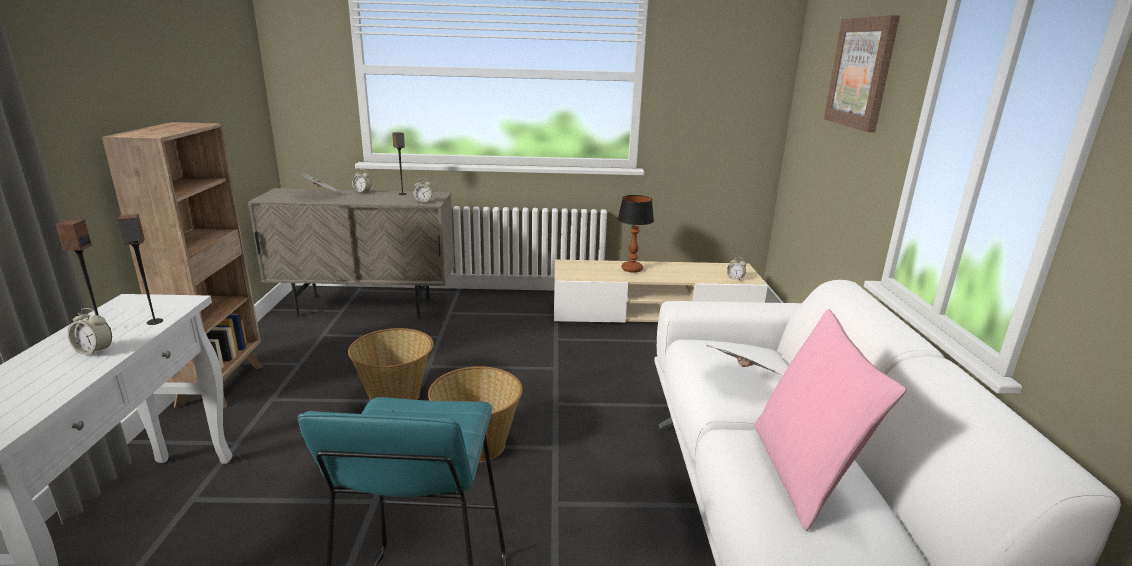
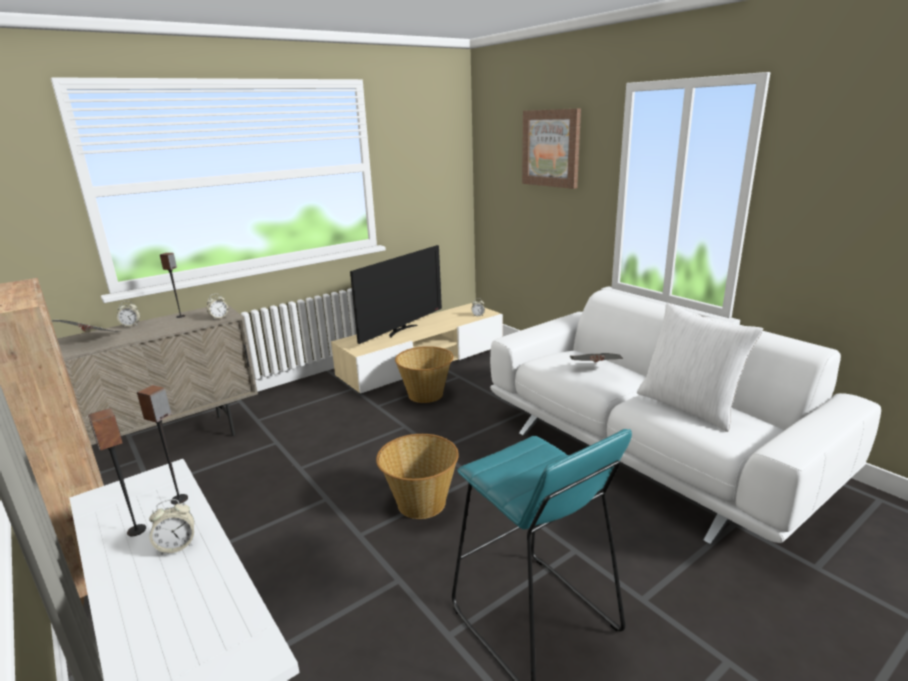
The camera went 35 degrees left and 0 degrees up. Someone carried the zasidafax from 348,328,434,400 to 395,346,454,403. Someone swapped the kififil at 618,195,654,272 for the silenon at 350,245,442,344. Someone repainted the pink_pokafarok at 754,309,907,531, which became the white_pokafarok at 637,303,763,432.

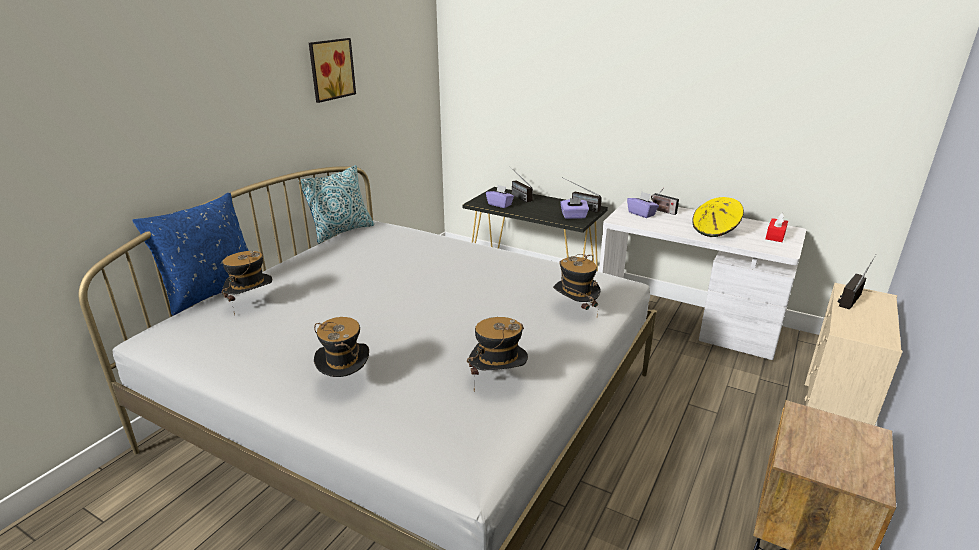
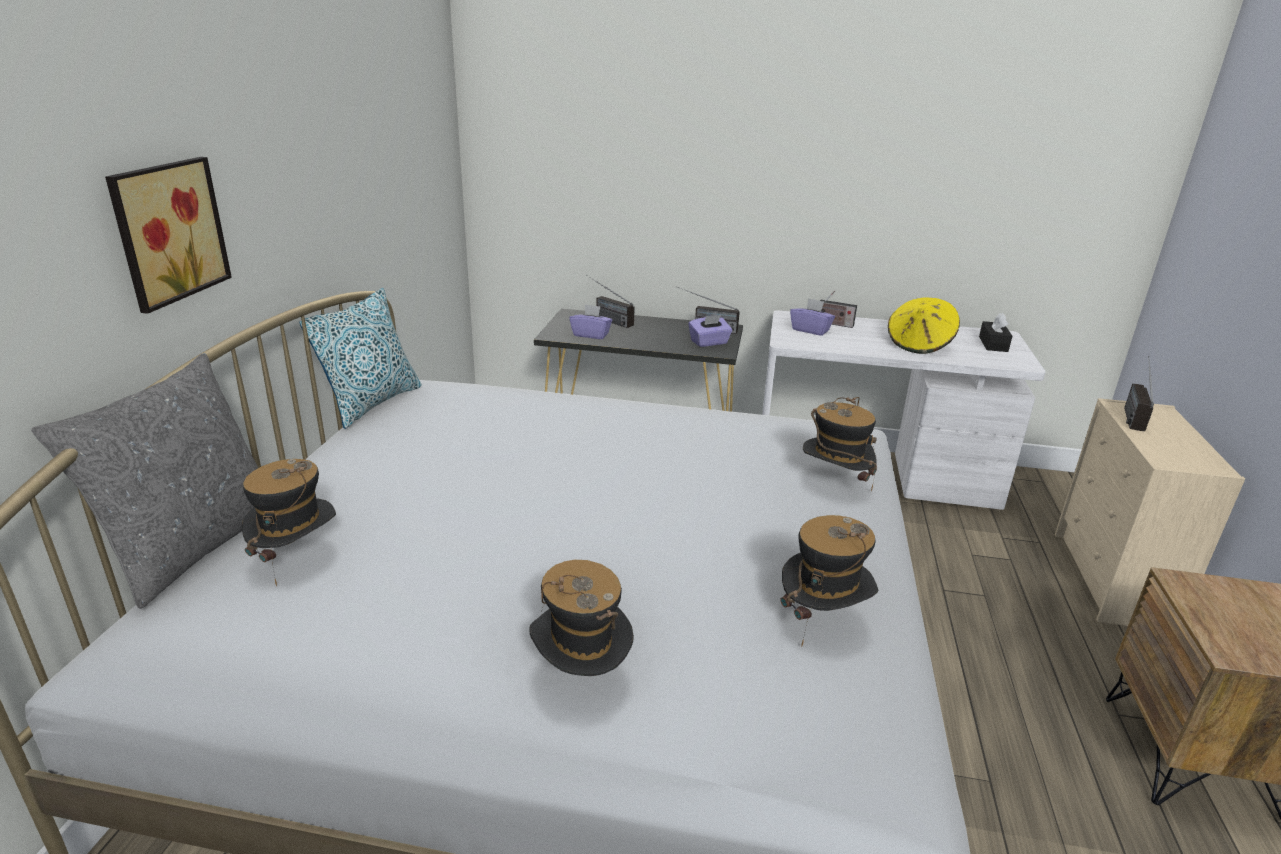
The camera went 20 degrees left and 0 degrees up. Someone carried the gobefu from 309,38,356,103 to 105,157,232,314. Someone repainted the blue_pokafarok at 132,192,249,316, which became the grey_pokafarok at 31,353,258,609. Someone repainted the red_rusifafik at 766,213,788,242, which became the black_rusifafik at 979,313,1012,352.

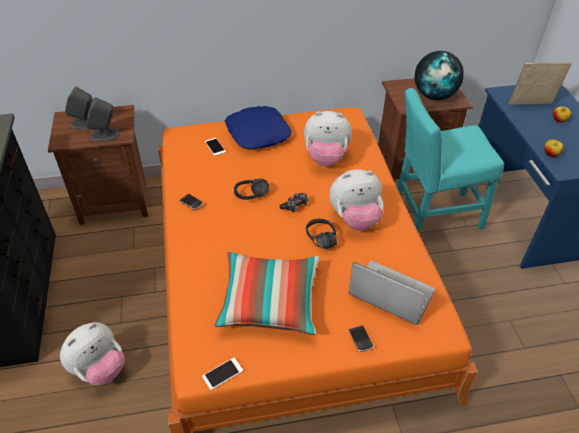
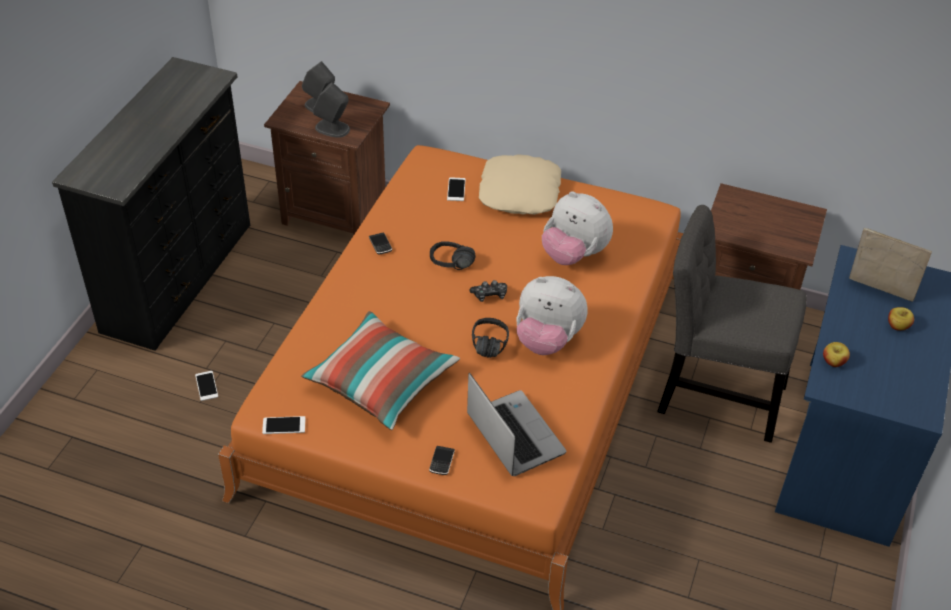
The camera went 30 degrees right and 0 degrees up. Someone took away the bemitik at 414,51,464,100. Someone swapped the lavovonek at 60,322,125,386 for the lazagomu at 195,371,218,401. Someone repainted the blue_pokafarok at 225,106,292,149, which became the beige_pokafarok at 479,154,561,215. Someone repainted the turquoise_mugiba at 397,88,504,233, which became the grey_mugiba at 657,205,807,443.

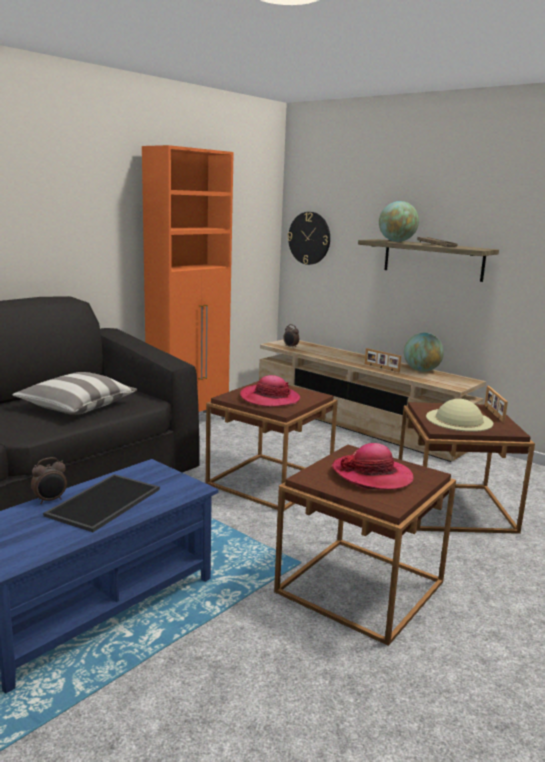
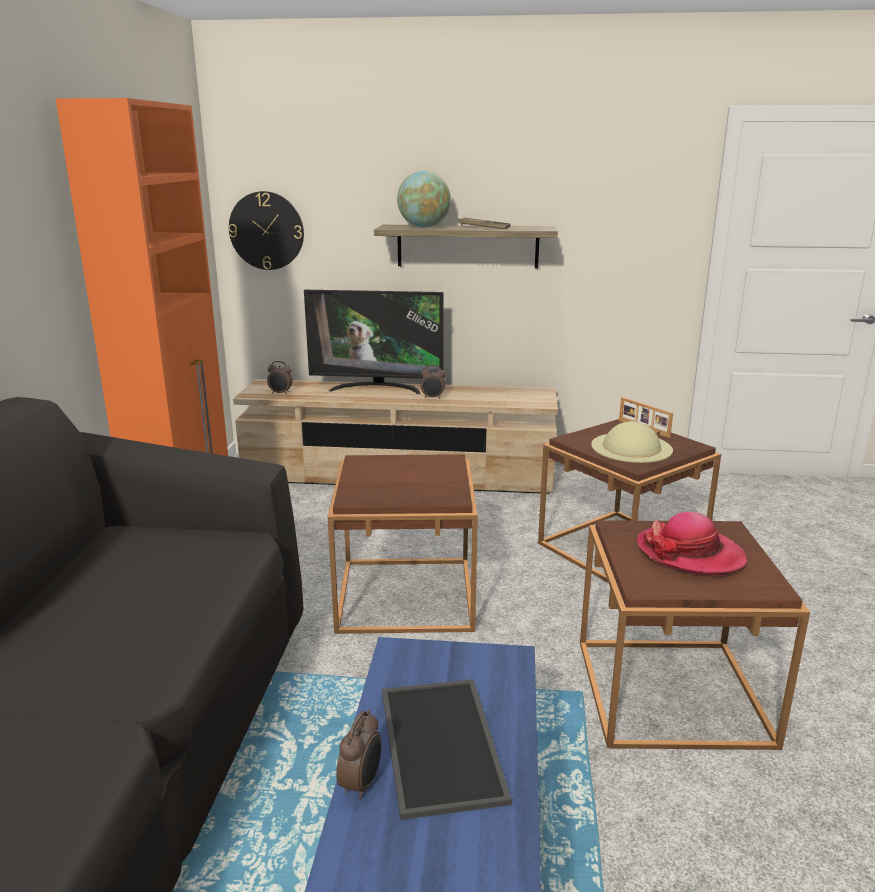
The camera went 35 degrees left and 5 degrees up. Someone took away the pokafarok at 13,372,137,415. Someone took away the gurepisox at 240,375,300,407. Someone took away the bemitik at 404,333,444,372. Someone put down the silenon at 304,290,443,394. Someone swapped the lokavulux at 365,348,401,372 for the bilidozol at 421,365,445,399.

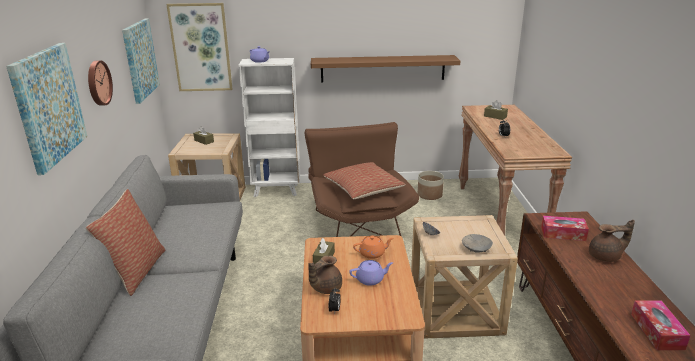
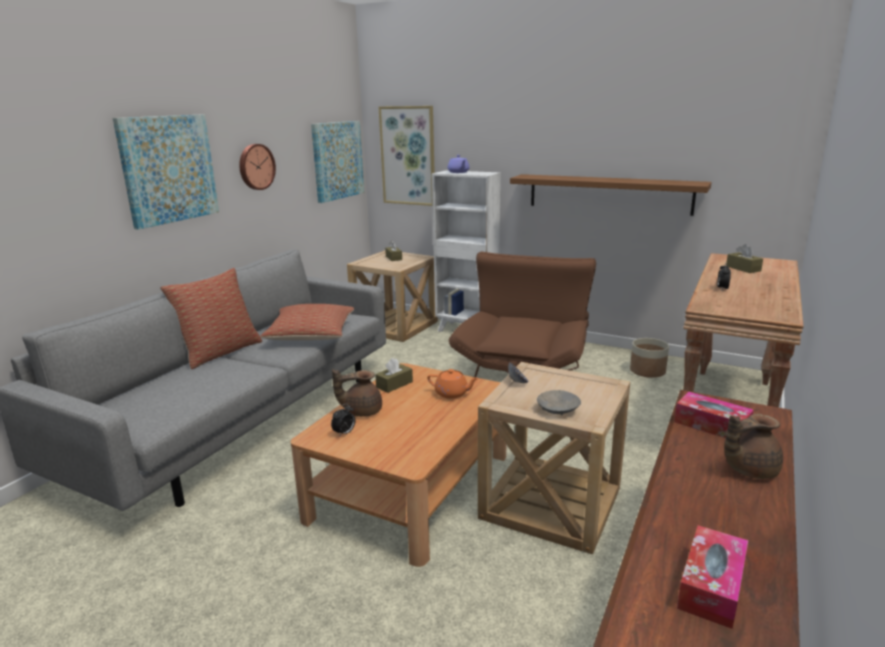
The camera went 30 degrees right and 5 degrees down. Someone took away the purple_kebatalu at 349,260,393,286. Someone carried the pokafarok from 323,162,405,199 to 260,304,354,340. Someone rotated the brown_kebatalu at 589,220,635,262 by 135 degrees clockwise.

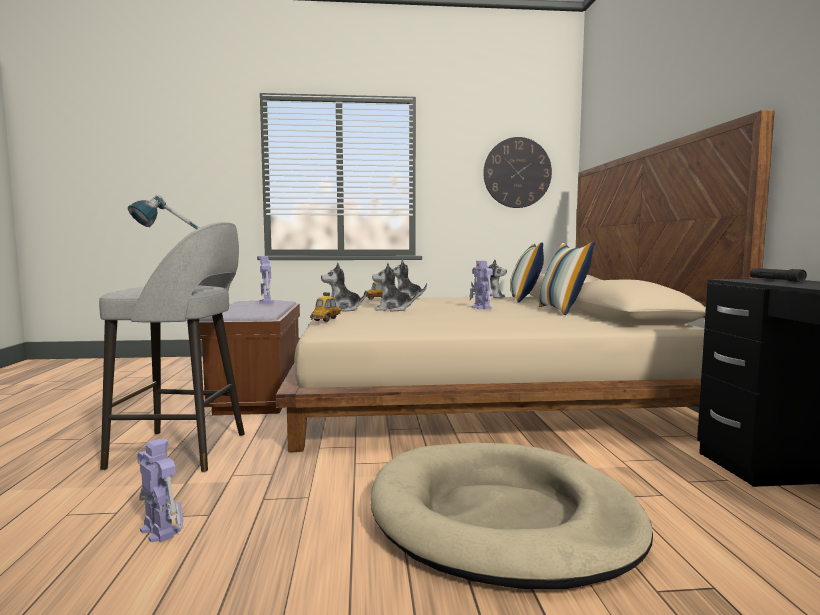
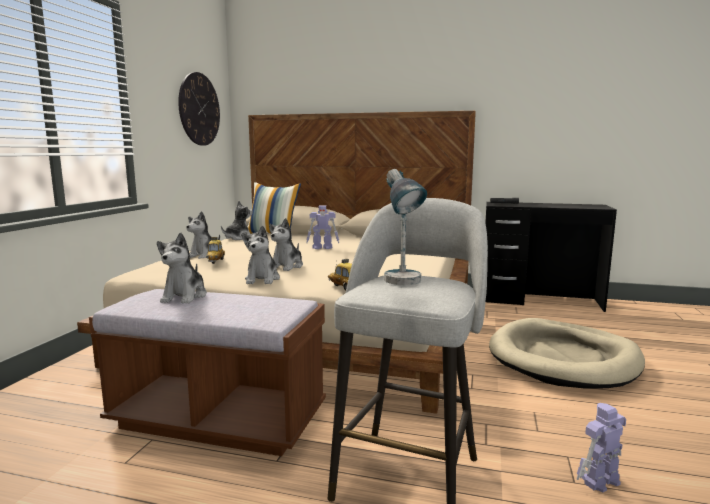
The camera went 70 degrees left and 5 degrees up. Someone took away the pokafarok at 538,242,595,315. Someone swapped the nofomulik at 259,256,274,304 for the lavovonek at 157,233,207,304.

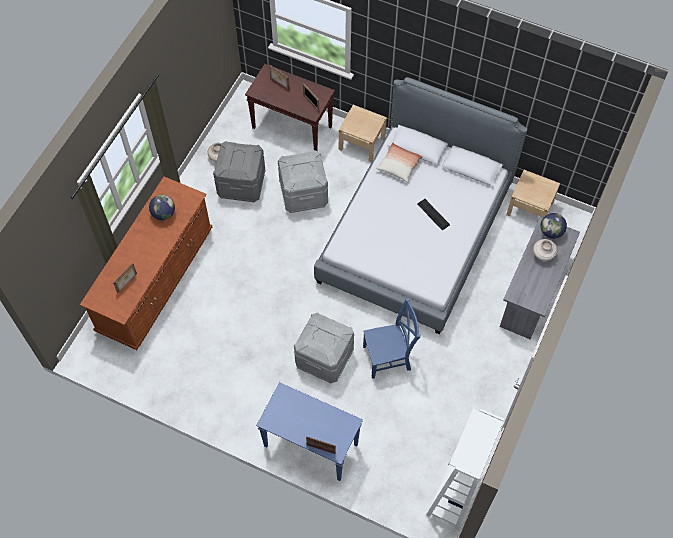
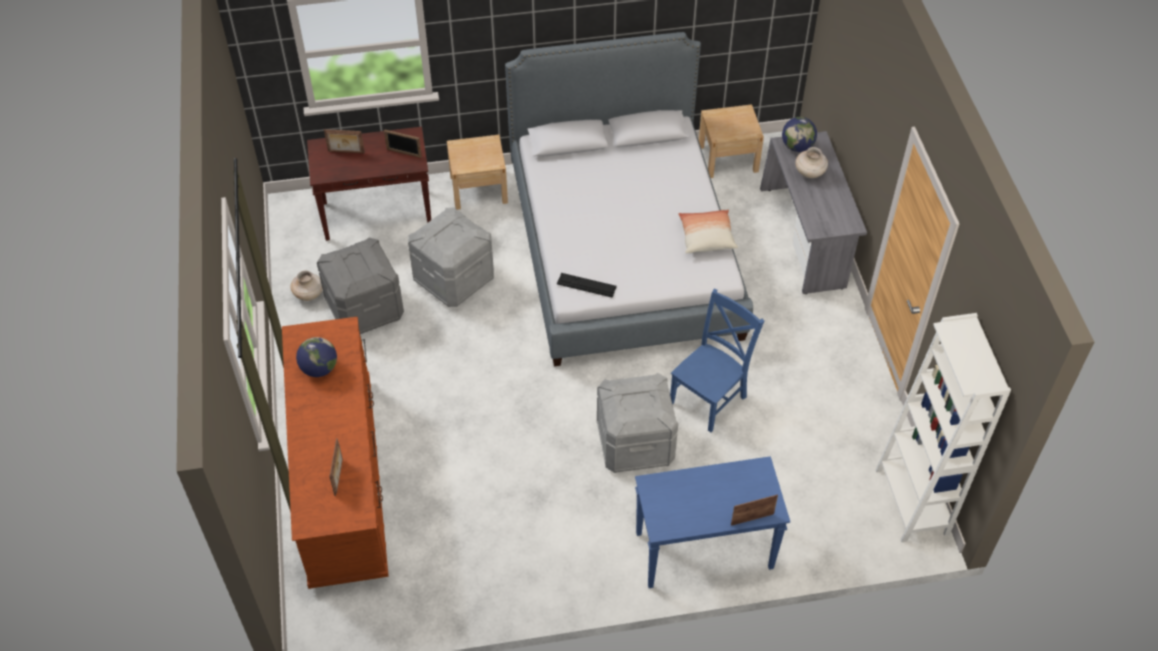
The camera went 35 degrees left and 10 degrees down. Someone carried the pokafarok from 376,142,423,182 to 678,210,738,253. Someone carried the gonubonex from 417,199,450,230 to 557,273,617,297.

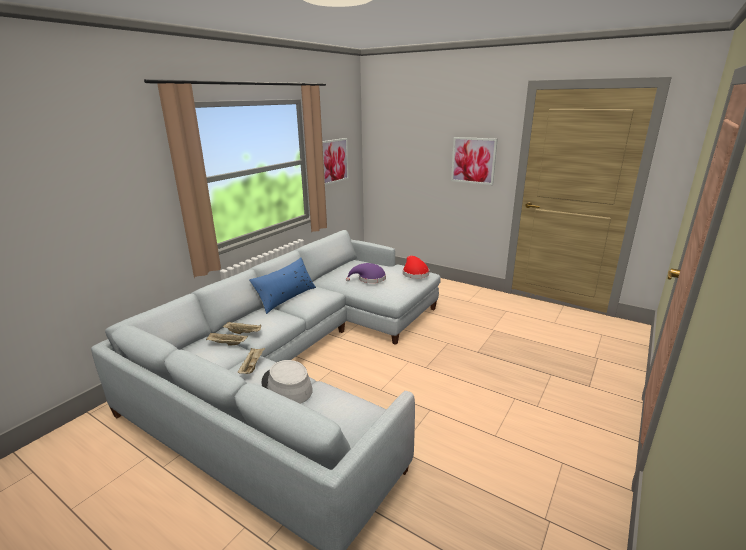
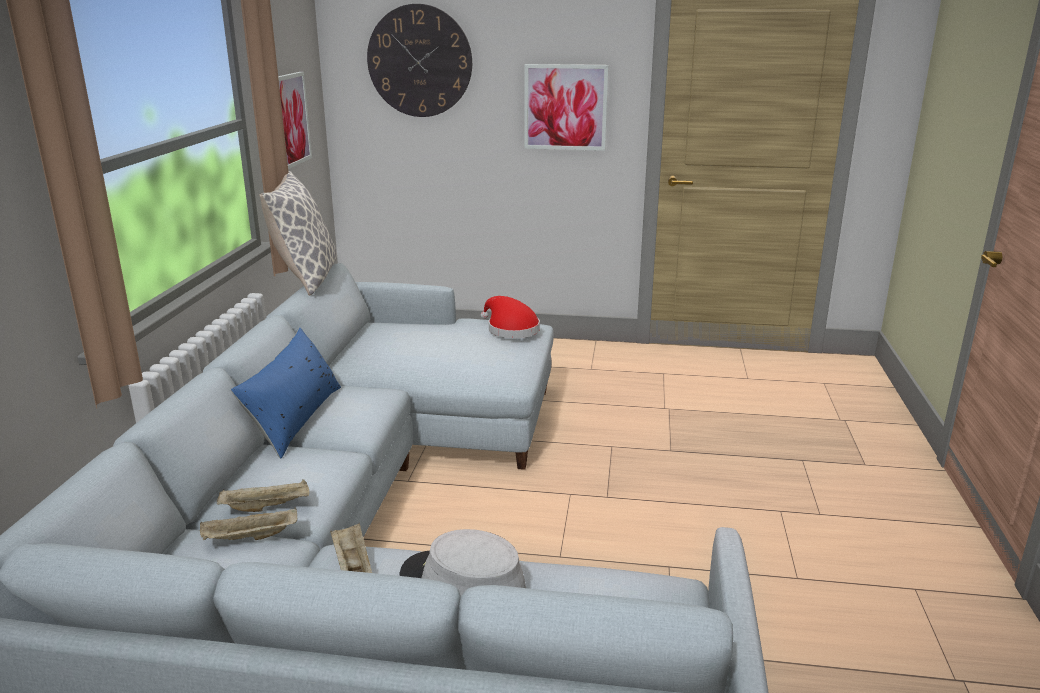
The camera went 25 degrees left and 0 degrees up. Someone took away the purple_gurepisox at 346,263,386,283. Someone put down the pokafarok at 259,171,337,295. Someone put up the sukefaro at 367,4,472,117.

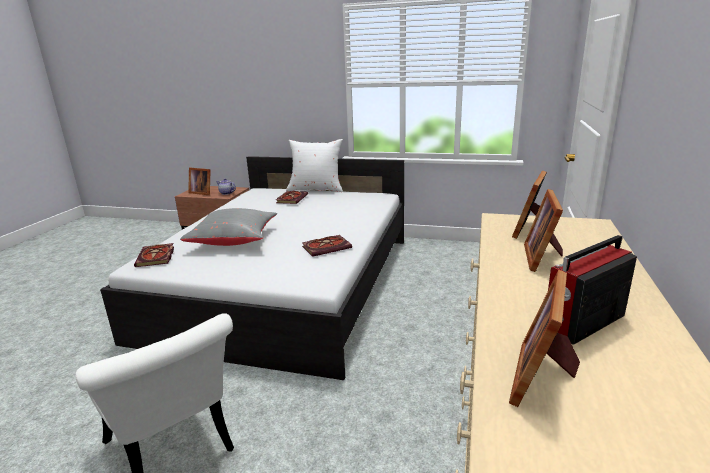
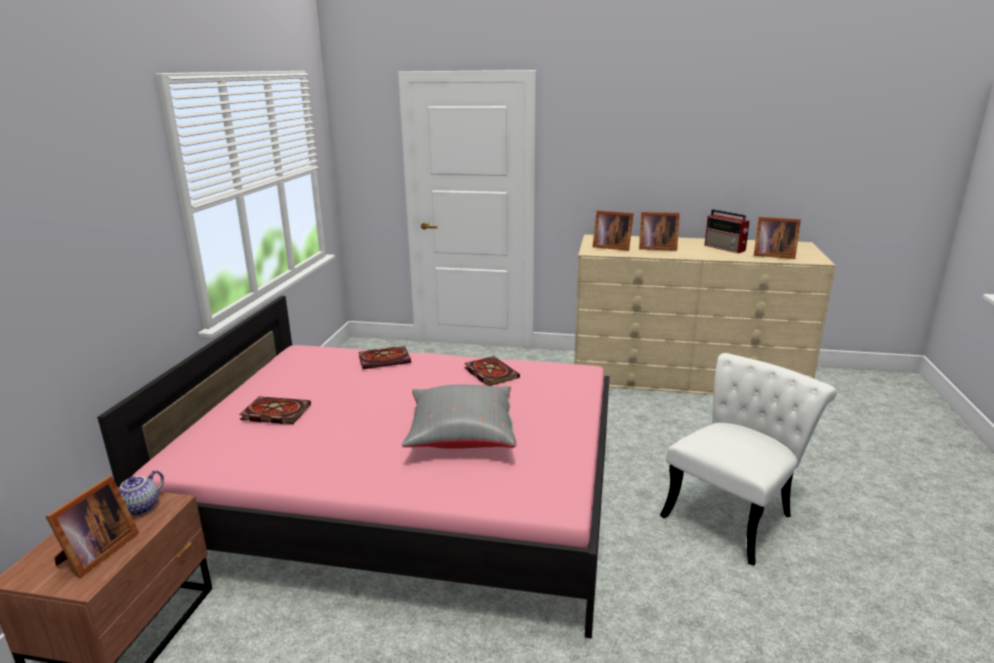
The camera went 95 degrees left and 0 degrees up. Someone took away the white_pokafarok at 286,139,343,192. Someone carried the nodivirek from 134,243,174,267 to 359,346,411,369. Someone repainted the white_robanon at 100,156,404,380, which became the pink_robanon at 97,296,609,639.

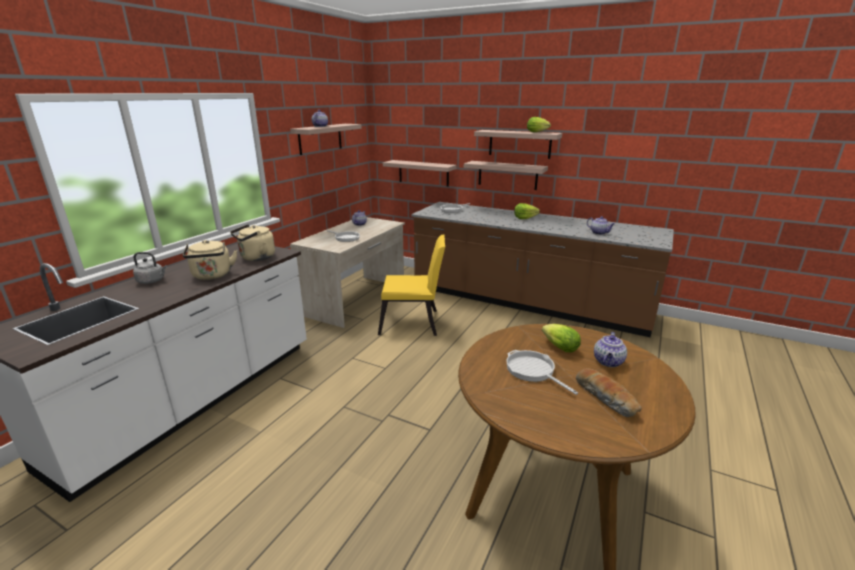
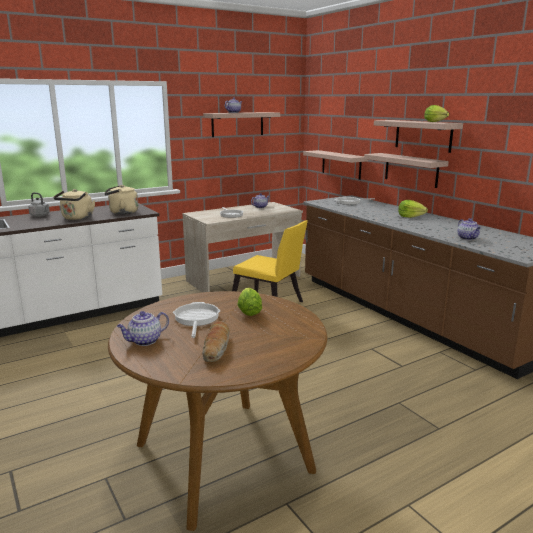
The camera went 30 degrees right and 5 degrees down. Someone carried the kebatalu from 594,332,627,367 to 117,311,169,346.

